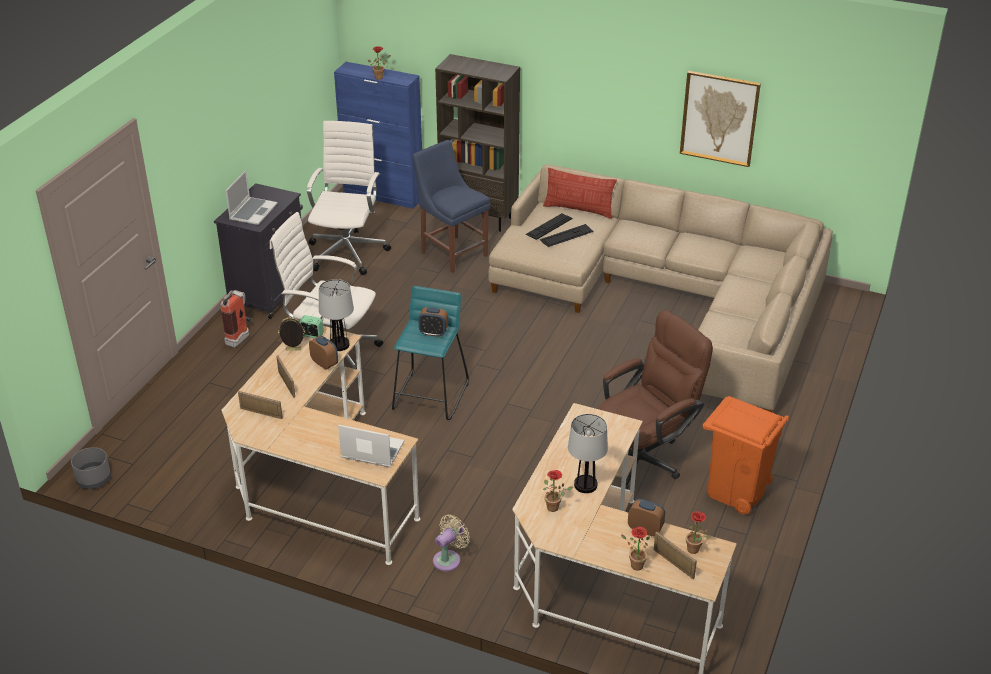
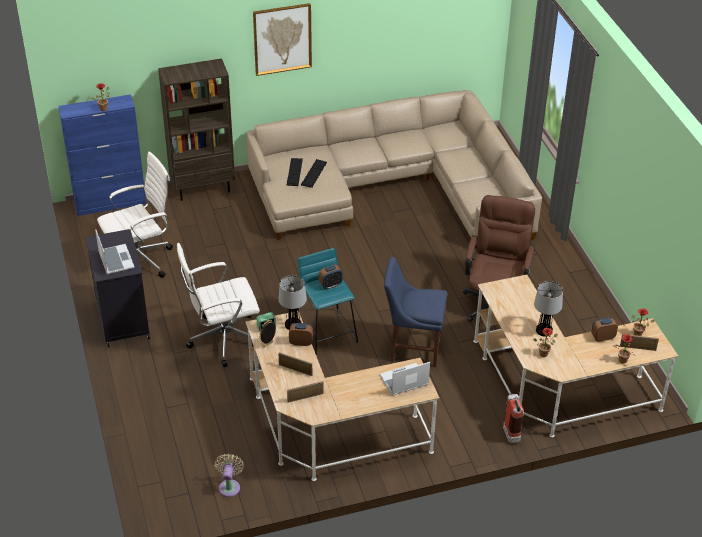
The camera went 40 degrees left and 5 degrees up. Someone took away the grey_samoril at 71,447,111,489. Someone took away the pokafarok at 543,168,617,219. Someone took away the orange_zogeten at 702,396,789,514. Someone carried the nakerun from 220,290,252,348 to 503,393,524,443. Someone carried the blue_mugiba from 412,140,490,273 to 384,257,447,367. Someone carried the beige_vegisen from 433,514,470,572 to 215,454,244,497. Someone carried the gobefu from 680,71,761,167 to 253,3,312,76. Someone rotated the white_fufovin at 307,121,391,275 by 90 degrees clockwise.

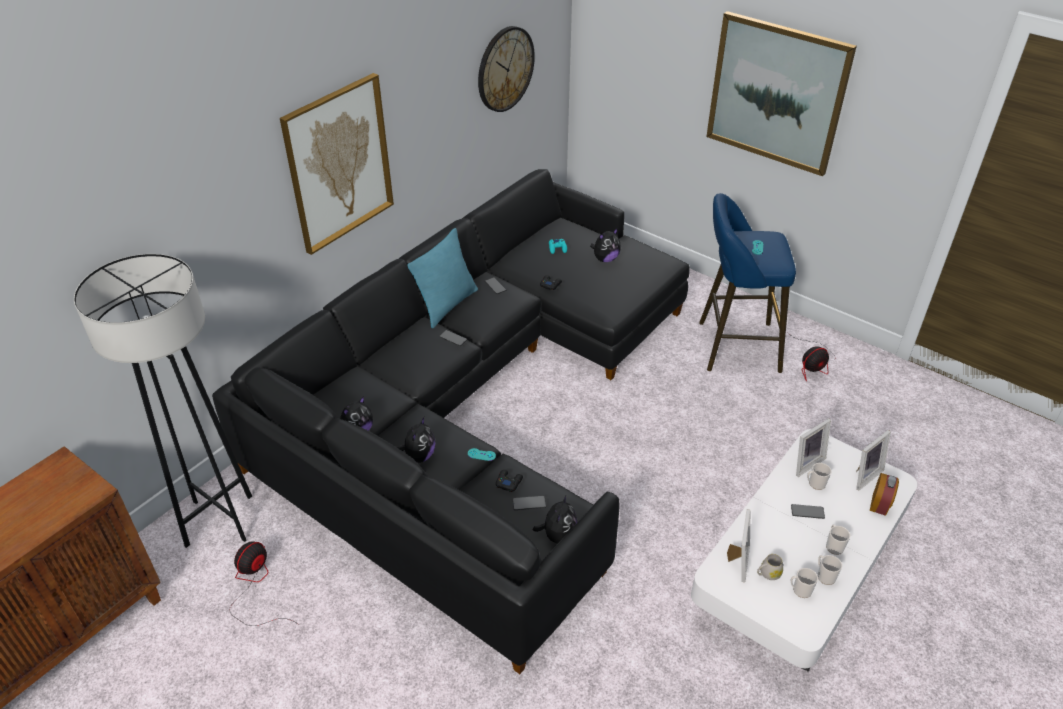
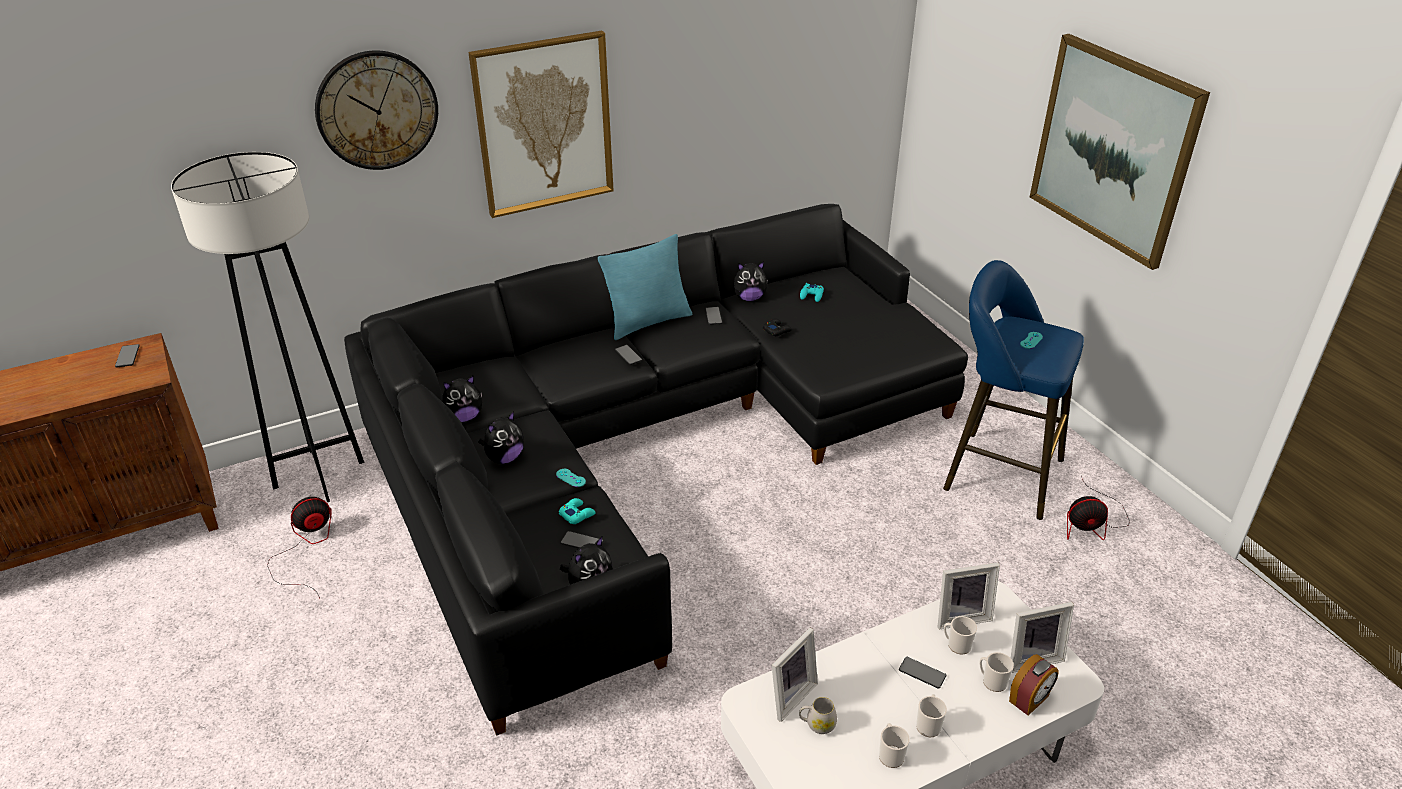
The camera went 25 degrees right and 5 degrees down. Someone put down the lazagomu at 115,344,140,368. Someone carried the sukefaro from 478,26,535,112 to 315,50,438,170. Someone carried the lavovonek from 590,228,621,262 to 733,262,768,301. Someone carried the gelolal from 791,568,818,598 to 979,652,1014,692. Someone repainted the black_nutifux at 496,470,523,492, which became the turquoise_nutifux at 559,498,595,524.

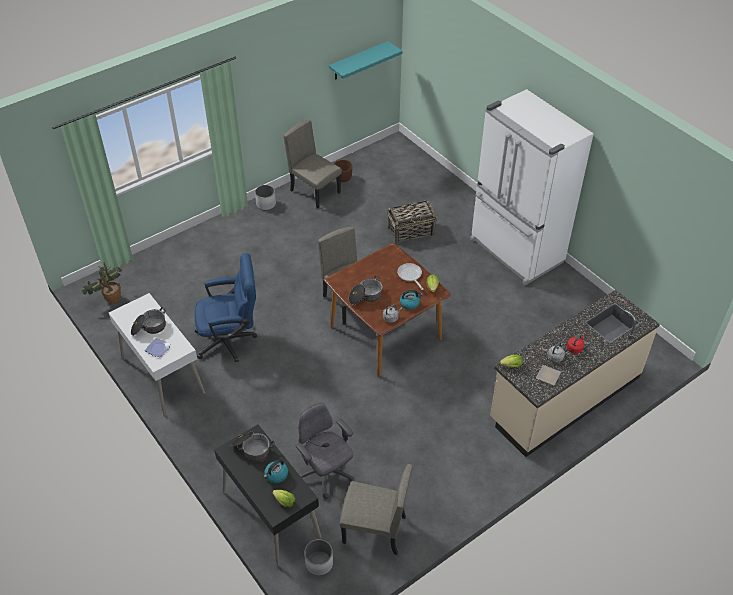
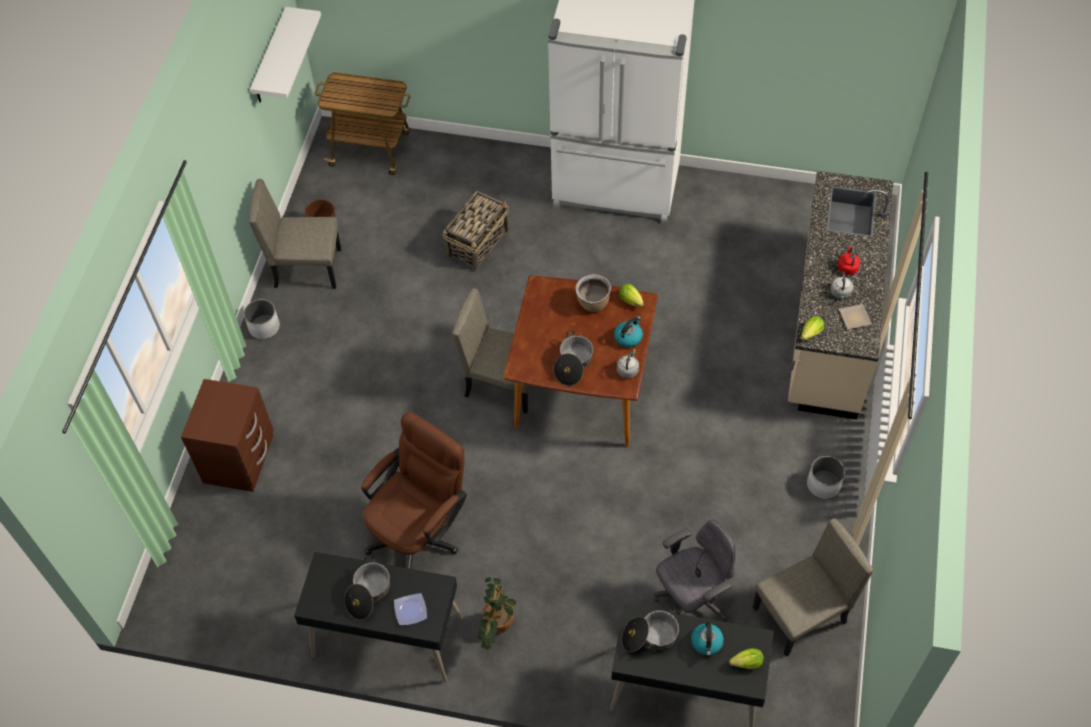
The camera went 40 degrees left and 10 degrees up. Someone put down the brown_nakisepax at 181,379,273,492. Someone put down the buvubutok at 315,72,410,175. Someone carried the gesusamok from 82,262,122,304 to 477,577,516,650. Someone carried the white_samoril from 305,539,333,576 to 807,456,845,499. Someone swapped the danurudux at 397,263,423,290 for the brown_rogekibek at 576,274,611,312. Someone repainted the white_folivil at 109,293,205,416, which became the black_folivil at 294,552,463,683. Someone repainted the blue_fufovin at 195,253,257,362, which became the brown_fufovin at 361,412,467,569. Someone repainted the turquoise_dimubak at 329,41,403,80, which became the white_dimubak at 250,7,321,103. Someone rotated the grey_fufovin at 296,403,354,499 by 135 degrees clockwise.

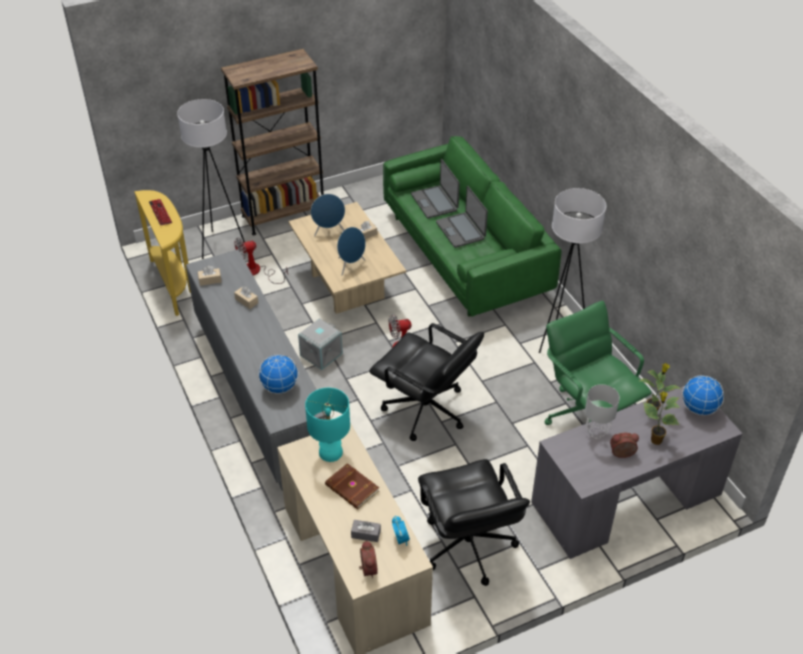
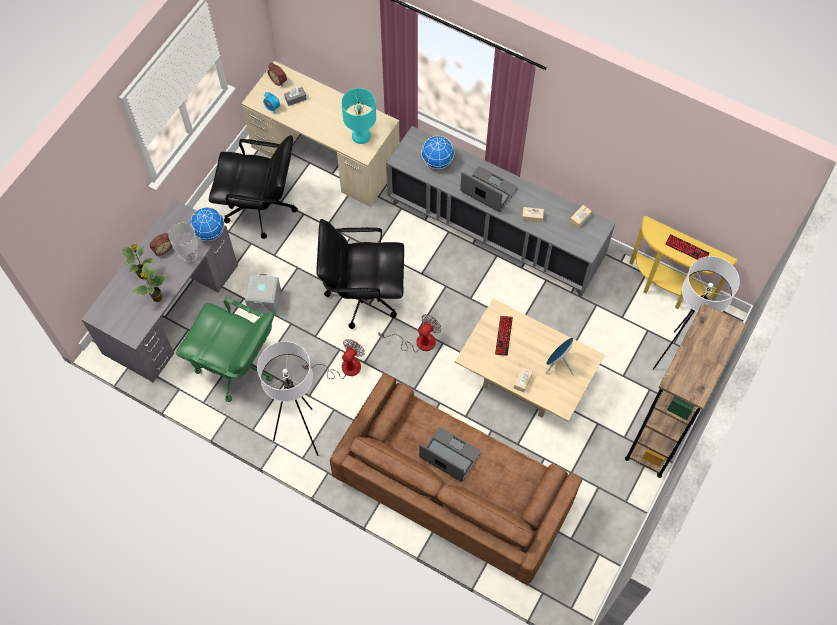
The camera went 145 degrees right and 20 degrees up. Someone took away the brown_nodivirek at 325,463,379,510. Someone carried the vegisen from 234,237,288,284 to 302,339,365,379. Someone carried the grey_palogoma from 298,318,343,370 to 245,273,281,316. Someone carried the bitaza from 411,159,460,218 to 460,166,518,212. Someone carried the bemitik from 682,375,724,415 to 190,207,224,241. Someone swapped the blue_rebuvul at 337,227,366,275 for the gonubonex at 495,316,513,356. Someone repainted the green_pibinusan at 383,136,561,317, which became the brown_pibinusan at 330,373,583,586. Someone rotated the black_fufovin at 418,459,530,586 by 150 degrees clockwise.

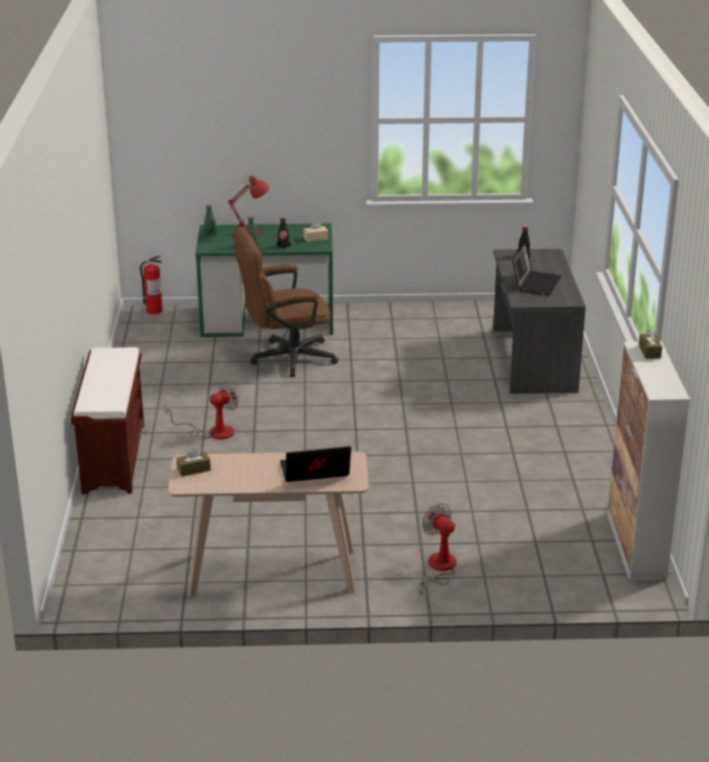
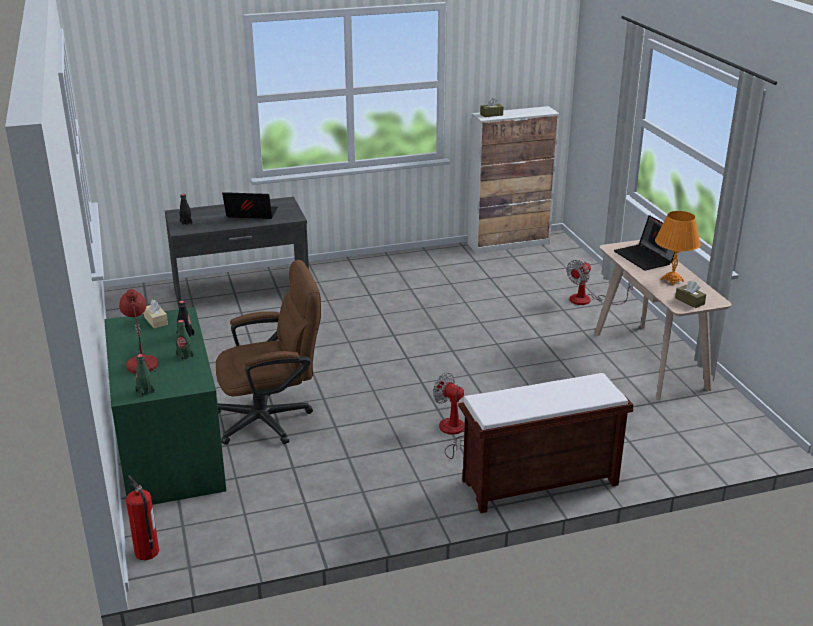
The camera went 105 degrees left and 0 degrees up. Someone put down the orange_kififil at 655,211,701,285. Someone rotated the brown_fufovin at 233,227,339,377 by 75 degrees counterclockwise.

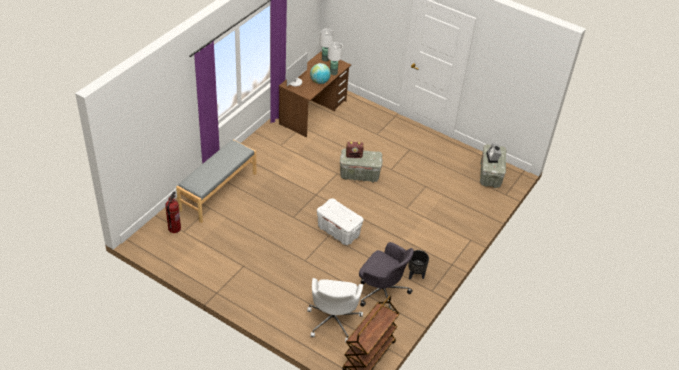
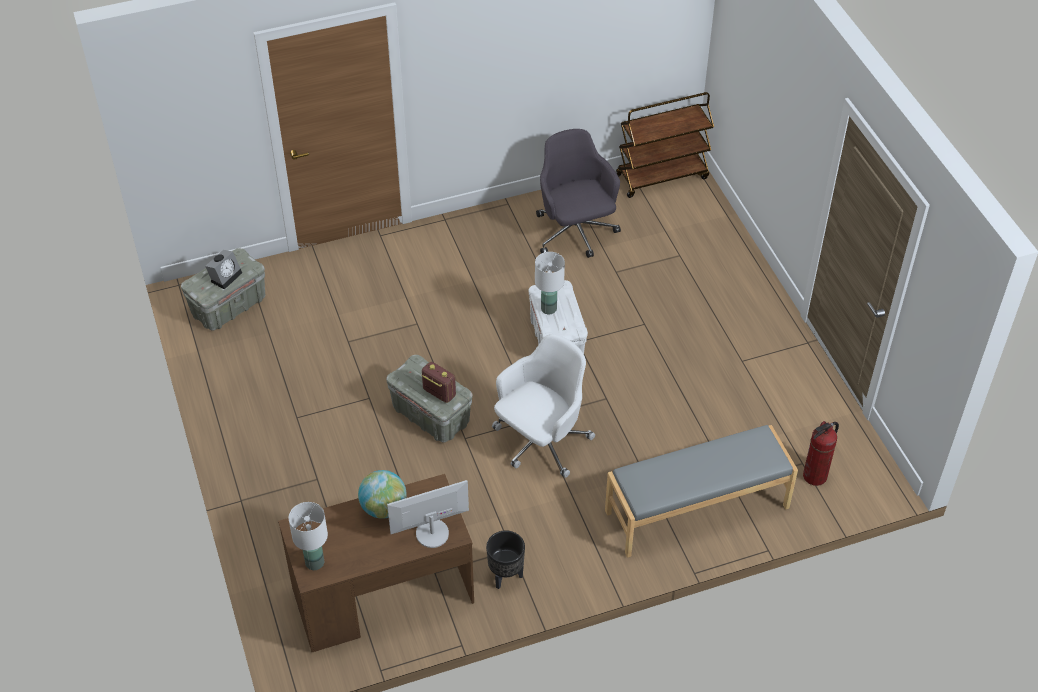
The camera went 140 degrees left and 5 degrees up. Someone carried the white_fufovin from 307,278,363,343 to 492,334,595,478. Someone carried the white_kififil from 328,42,343,75 to 535,252,565,314. Someone carried the black_samoril from 408,250,429,280 to 486,531,525,589.

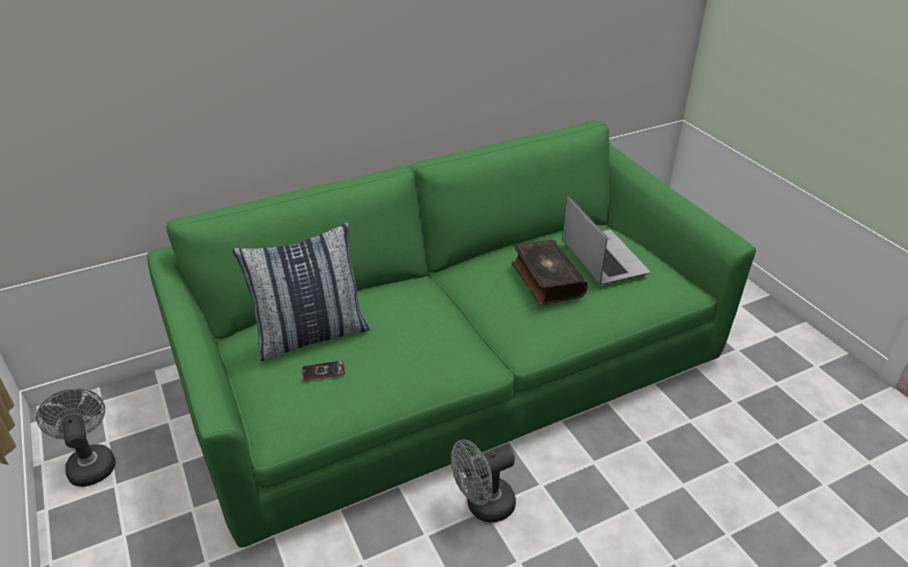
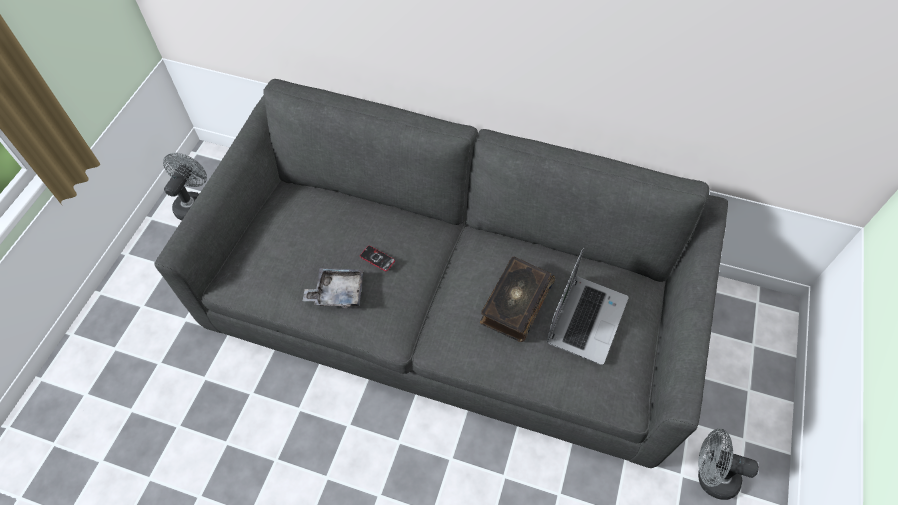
The camera went 45 degrees right and 20 degrees up. Someone took away the pokafarok at 232,222,369,361. Someone put down the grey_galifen at 303,268,363,309. Someone carried the lazagomu from 302,361,345,380 to 360,246,395,271. Someone carried the grey_vegisen from 451,439,516,523 to 698,429,759,500. Someone repainted the green_pibinusan at 147,120,756,548, which became the grey_pibinusan at 154,79,728,468.

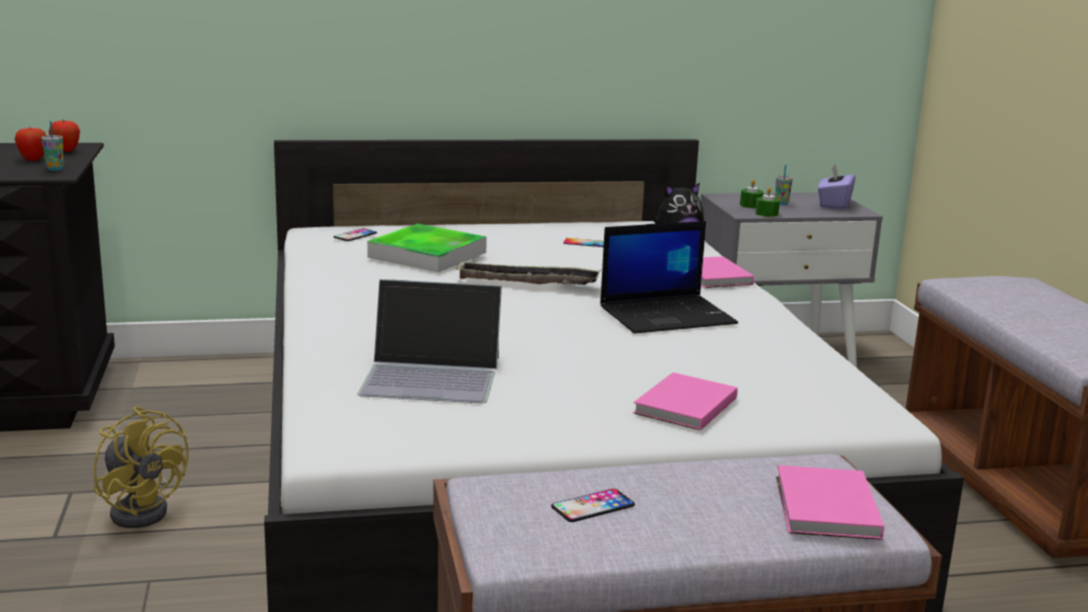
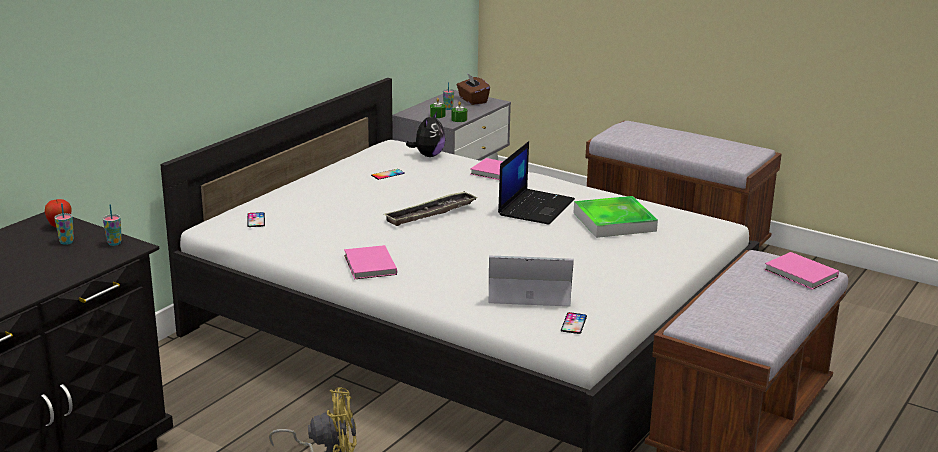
The camera went 45 degrees left and 5 degrees up. Someone carried the galifen from 367,224,487,272 to 574,196,658,238. Someone carried the lazagomu from 551,489,635,522 to 561,312,587,334. Someone carried the pink_nodivirek from 633,372,738,430 to 344,245,397,279. Someone swapped the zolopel at 15,128,46,161 for the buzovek at 54,203,74,245. Someone repainted the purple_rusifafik at 818,163,856,210, which became the brown_rusifafik at 457,73,490,105. Someone rotated the bitaza at 357,279,502,403 by 135 degrees counterclockwise.

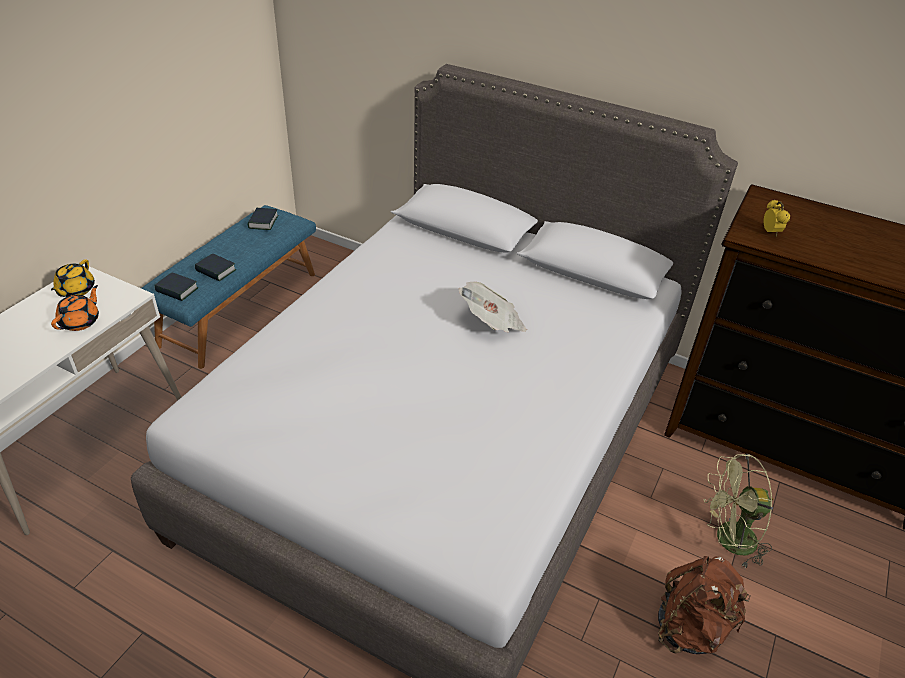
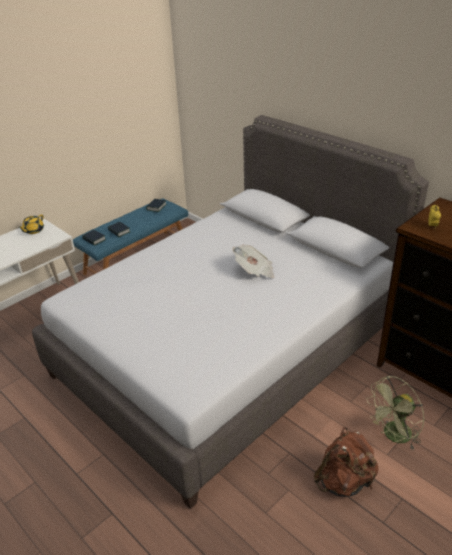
The camera went 20 degrees right and 5 degrees down. Someone took away the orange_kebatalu at 51,285,99,331. Someone rotated the green_vegisen at 703,454,773,568 by 45 degrees counterclockwise.

